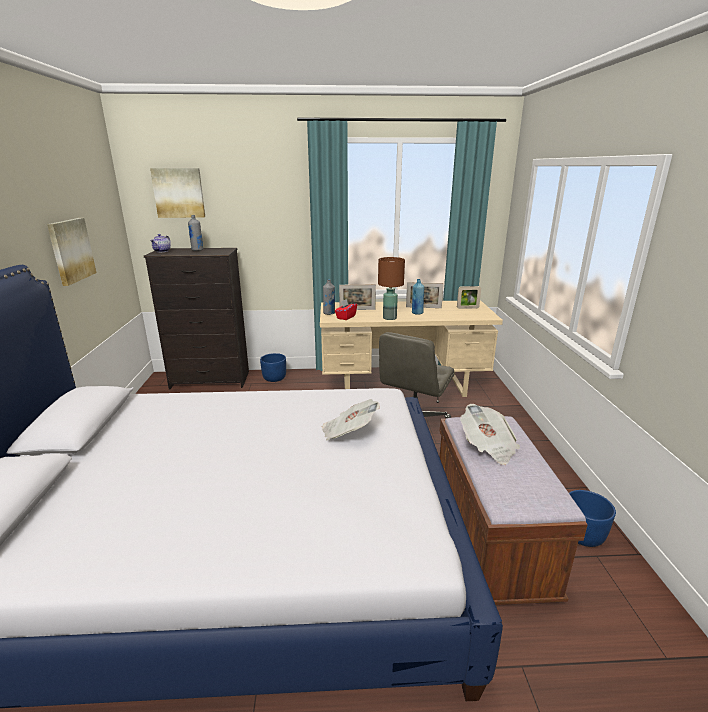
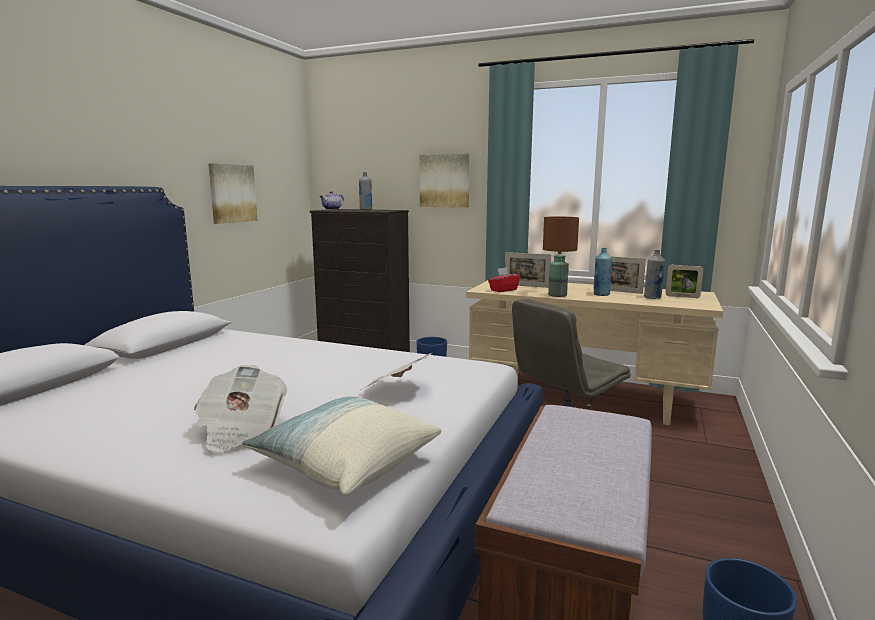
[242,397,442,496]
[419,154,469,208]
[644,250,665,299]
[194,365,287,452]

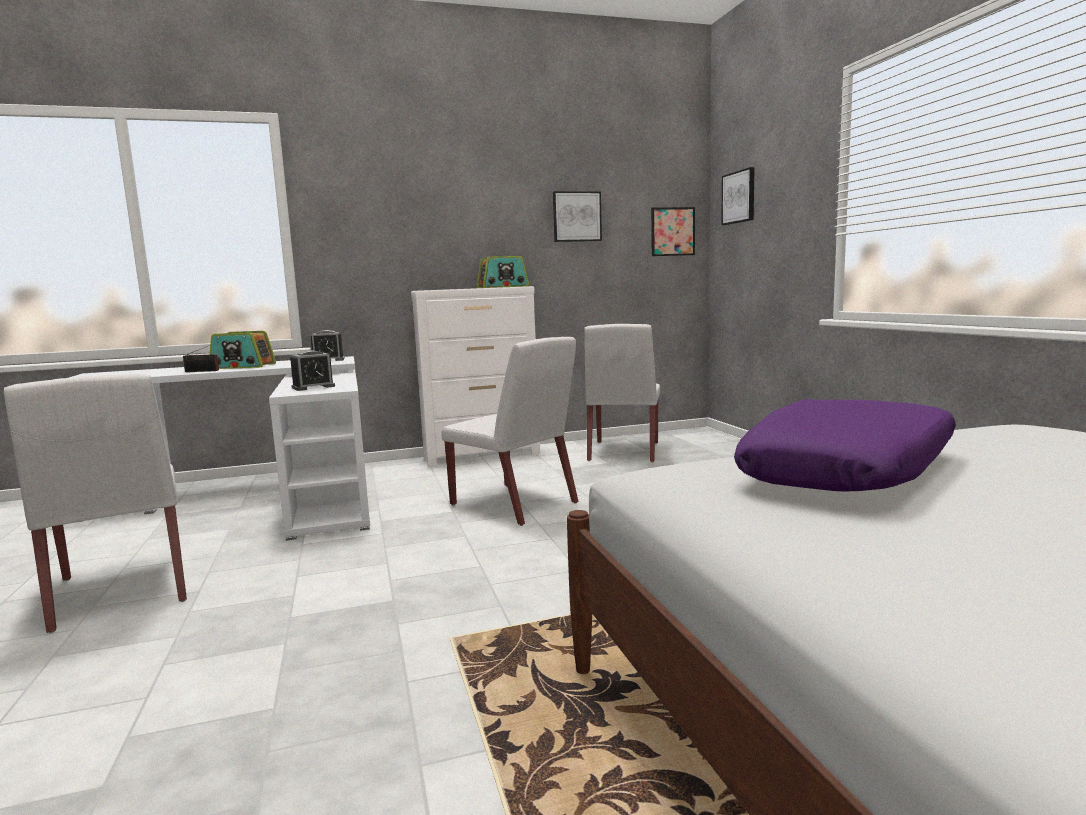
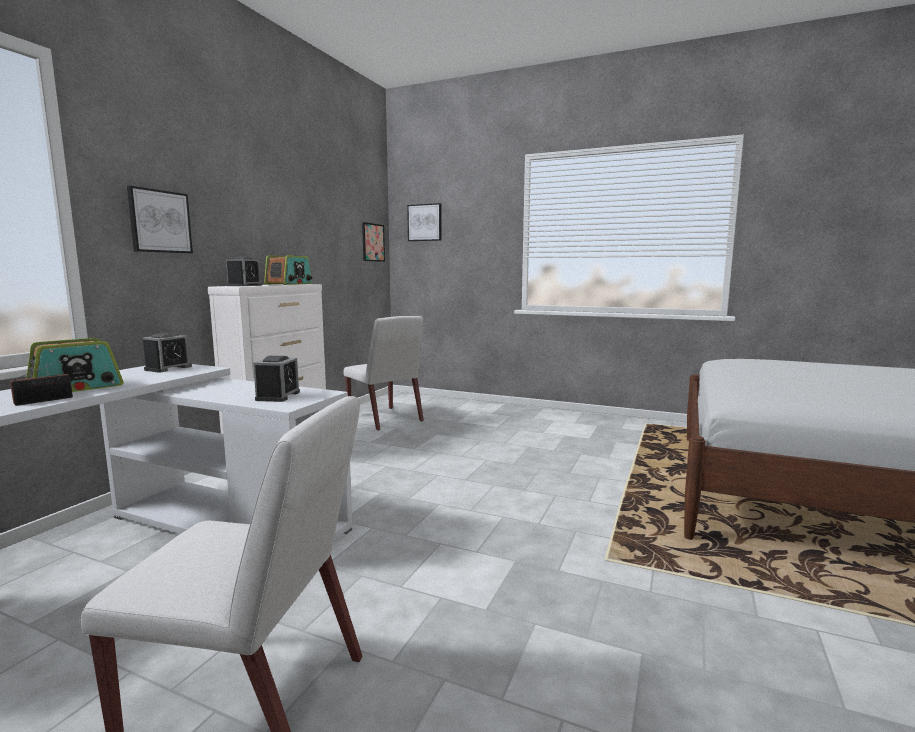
[441,337,579,526] (first image)
[734,399,956,491] (first image)
[226,257,262,286]
[127,186,193,253]

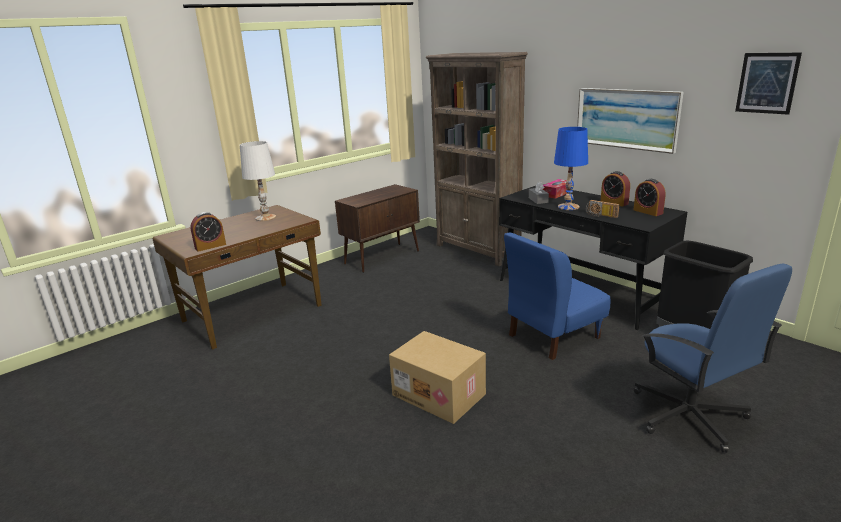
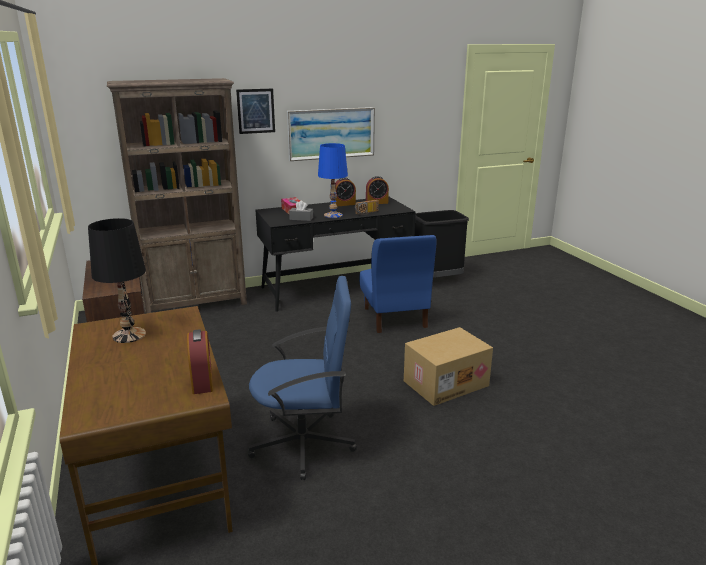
[248,276,357,480]
[236,89,275,134]
[88,218,146,343]

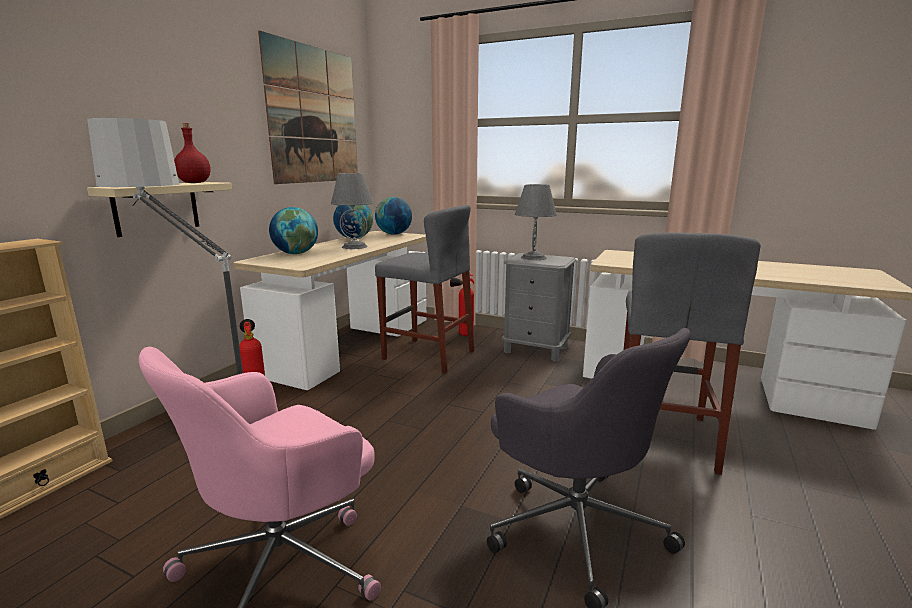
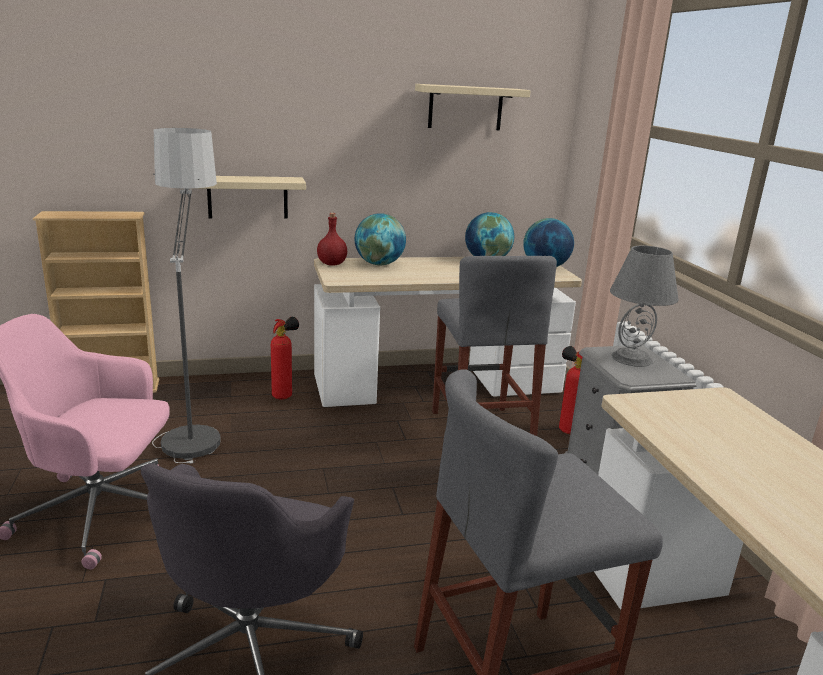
[331,173,373,249] (first image)
[317,213,347,266]
[415,84,531,130]

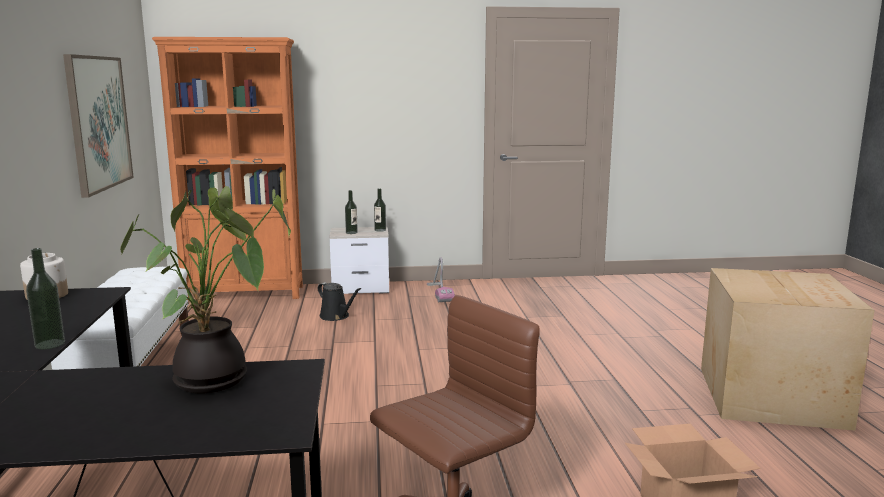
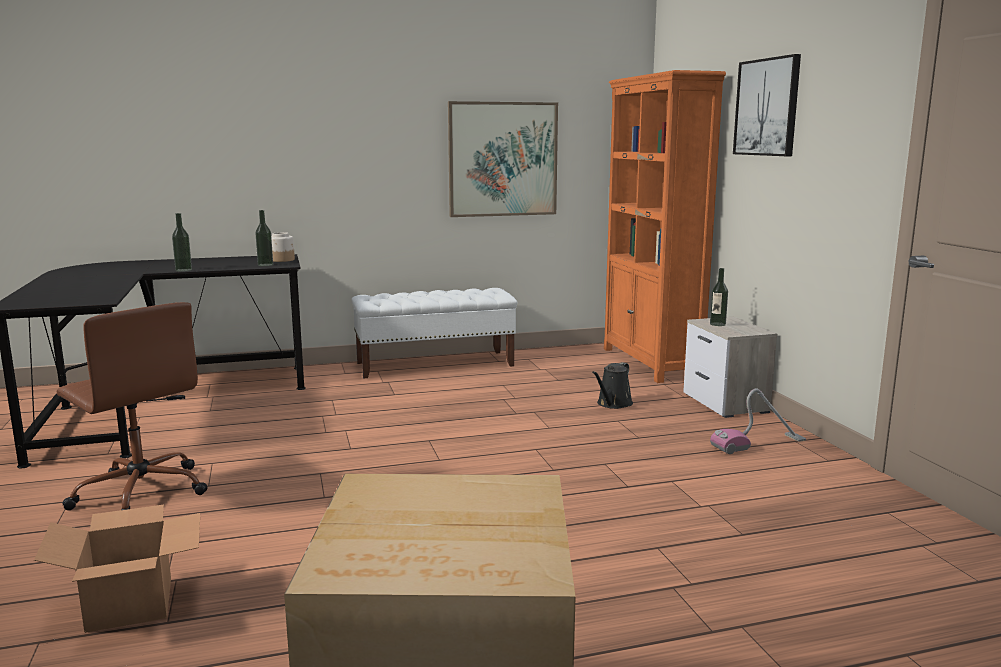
[120,186,291,393] (first image)
[733,54,801,156]
[255,210,273,266]

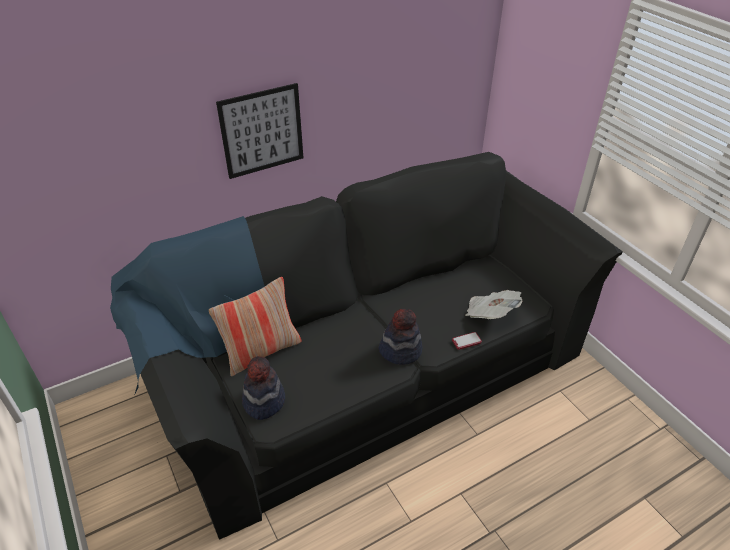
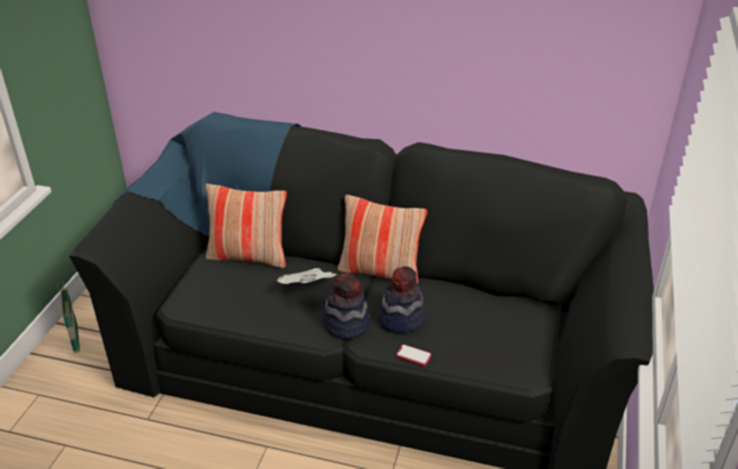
[216,83,303,179] (first image)
[57,282,80,353]
[337,195,427,283]
[378,266,425,333]
[276,268,337,284]

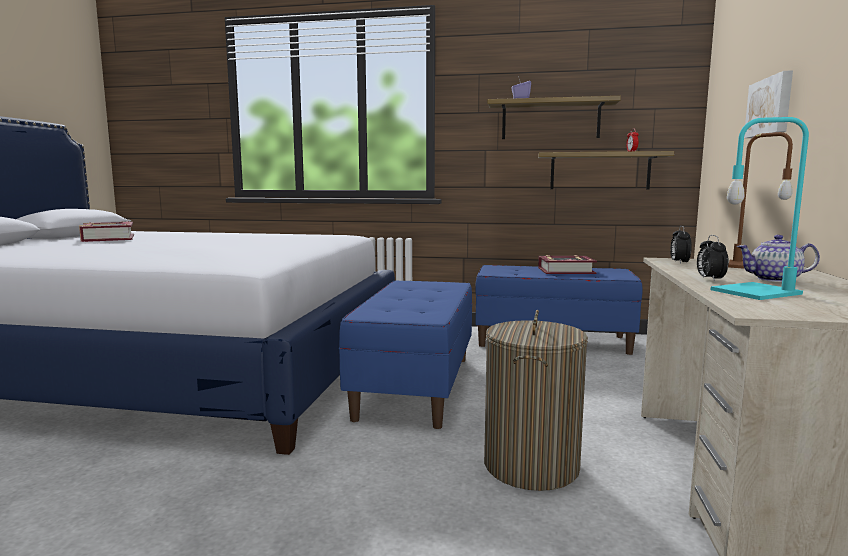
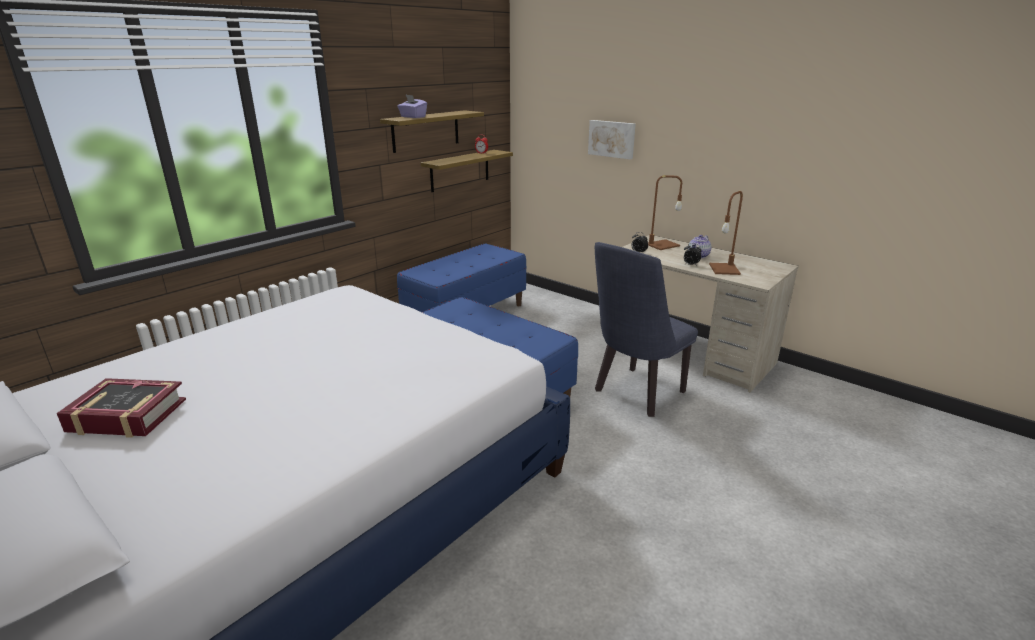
[538,255,597,274] (first image)
[595,242,698,417]
[709,191,743,275]

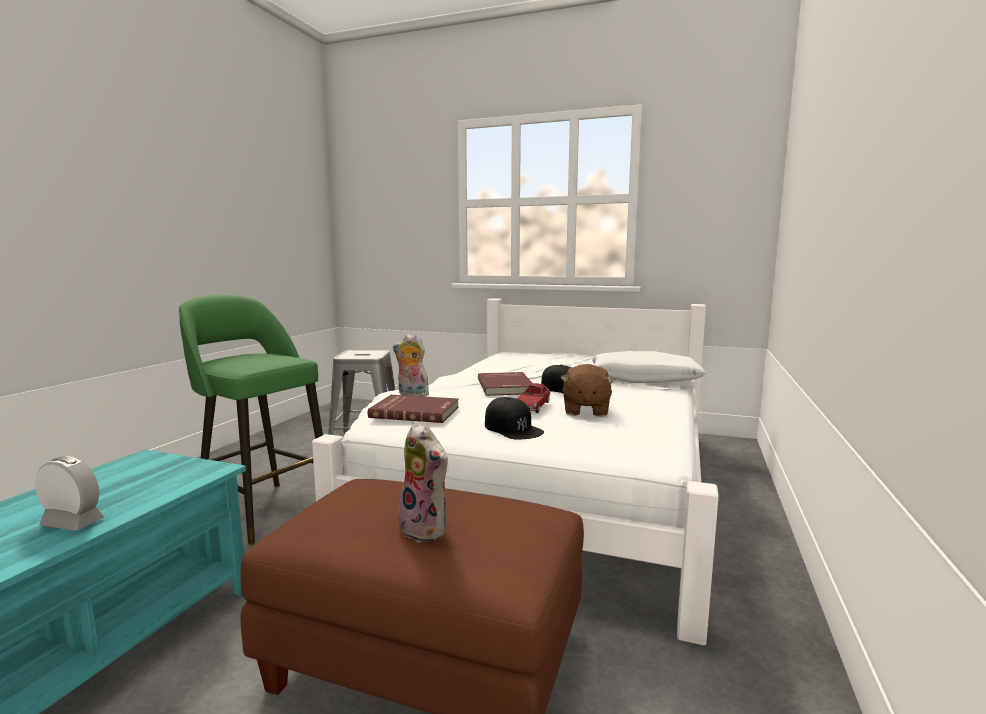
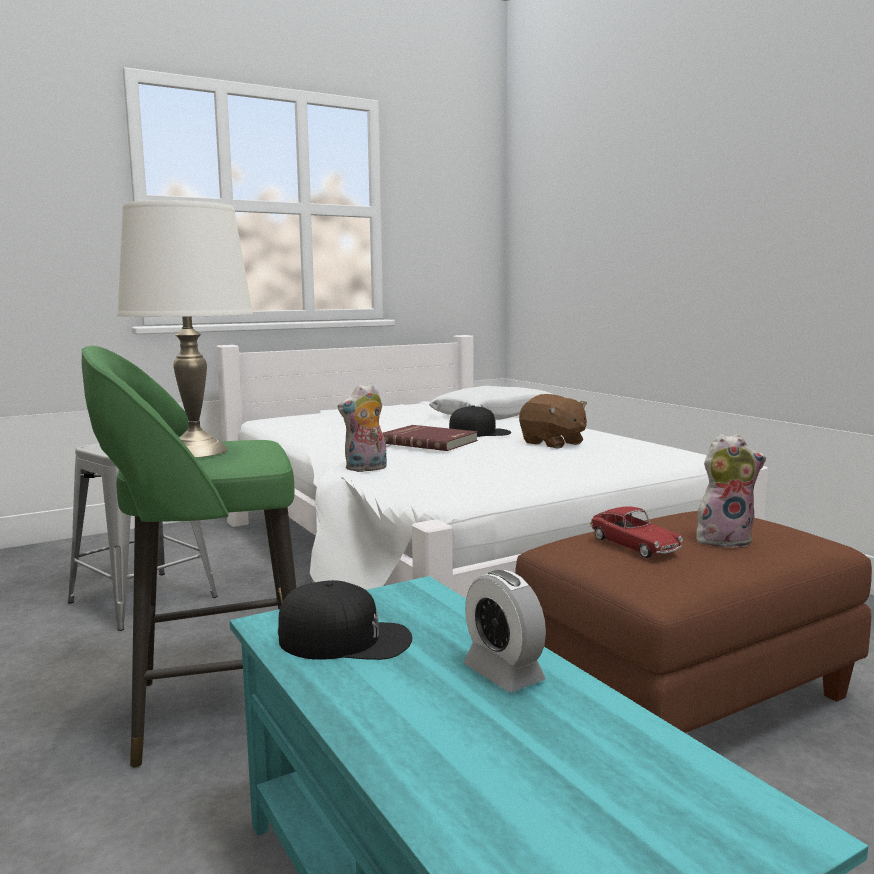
[368,395,459,423] (first image)
[117,200,253,458]
[278,580,412,660]
[590,506,683,558]
[464,570,546,692]

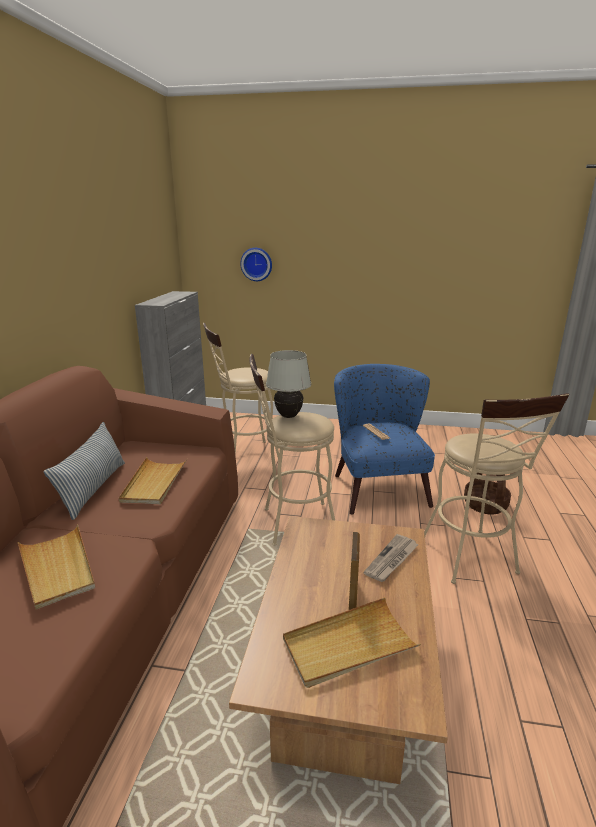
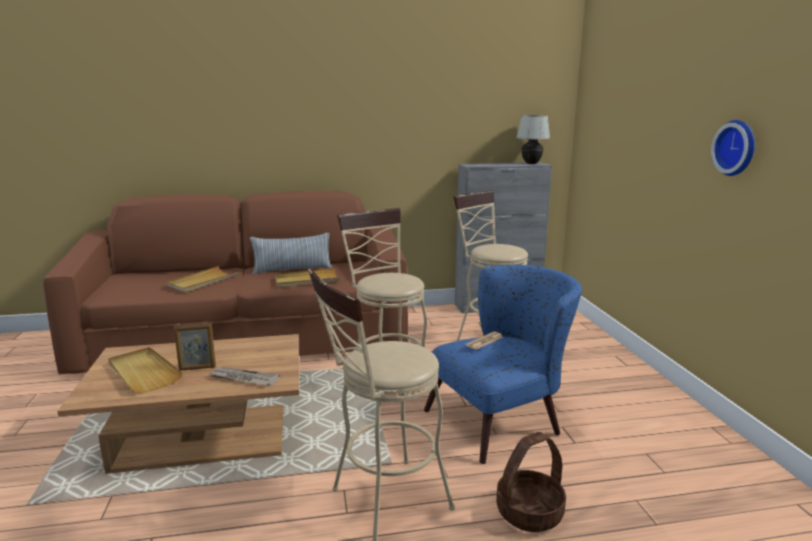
[711,120,755,176]
[516,115,550,164]

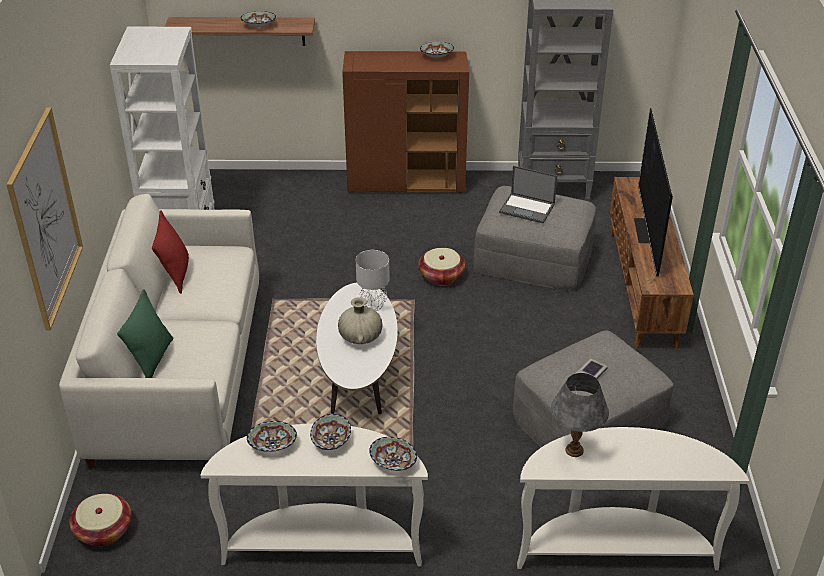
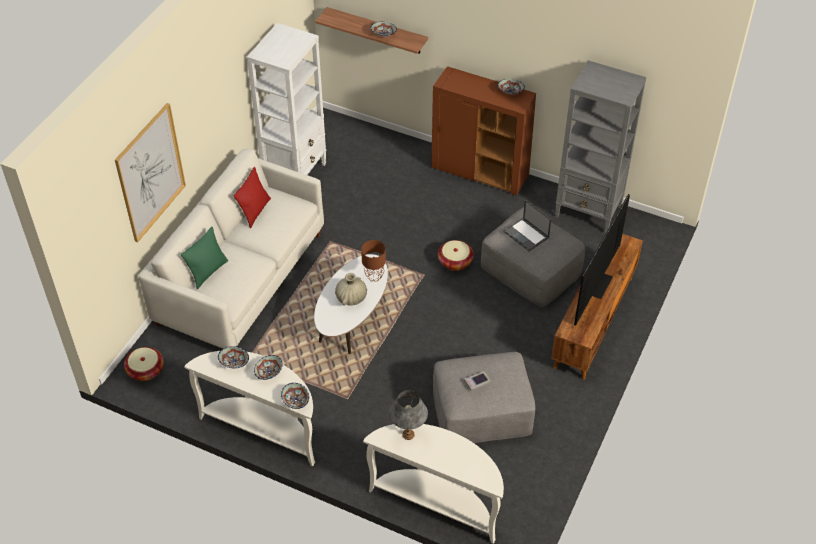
[361,240,386,282]

